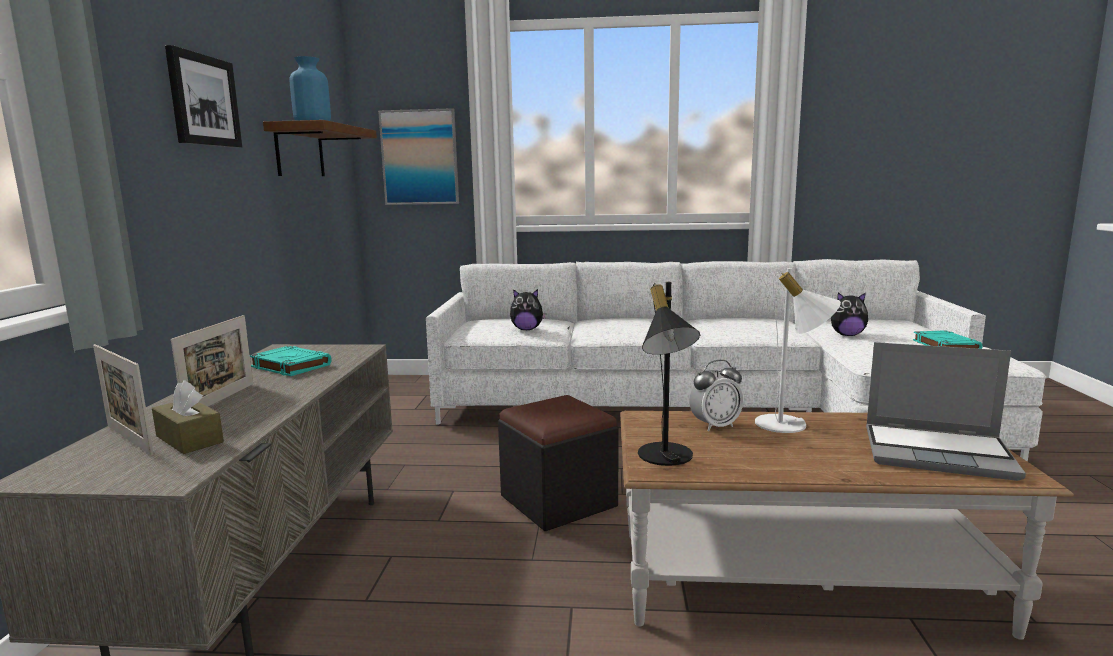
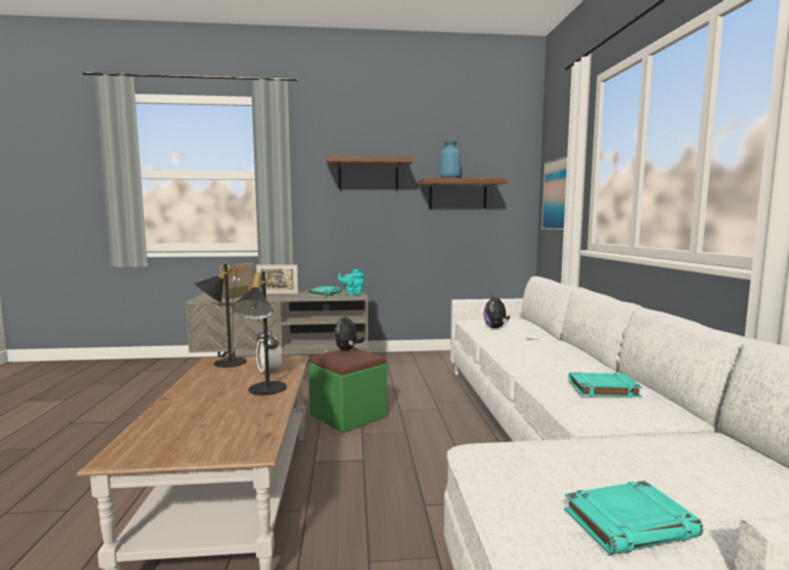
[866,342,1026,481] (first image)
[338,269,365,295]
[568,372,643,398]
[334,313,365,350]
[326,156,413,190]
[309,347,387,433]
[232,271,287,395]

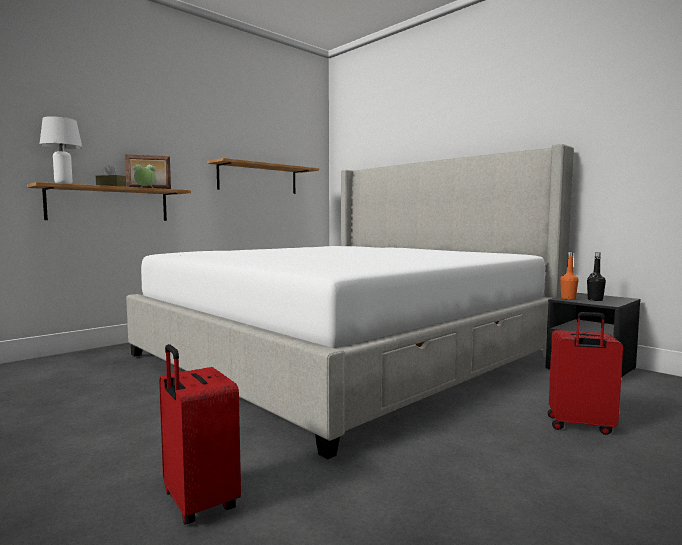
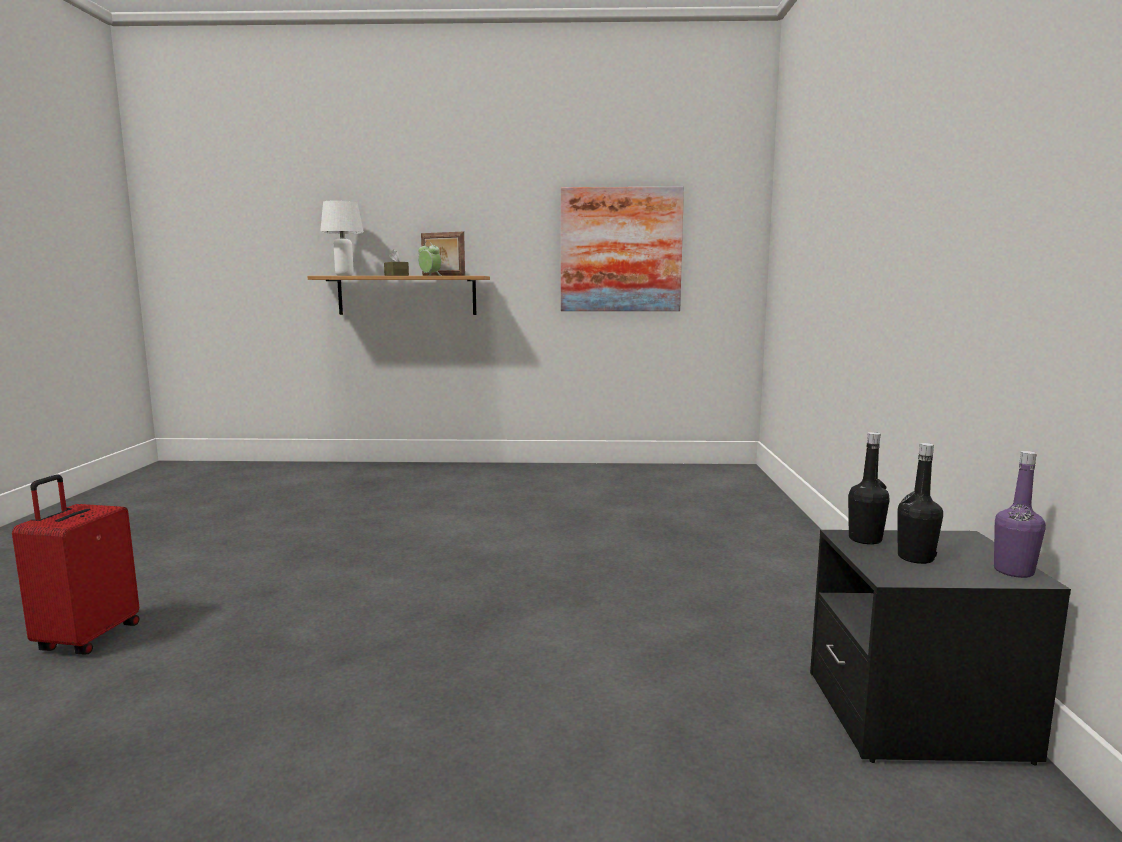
[126,144,574,459] (first image)
[548,312,623,435] (first image)
[994,451,1046,578]
[561,187,684,311]
[848,432,890,545]

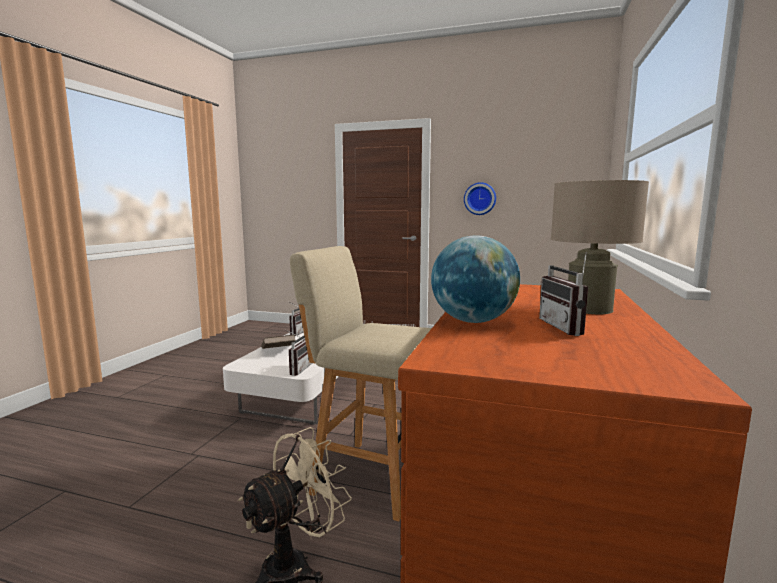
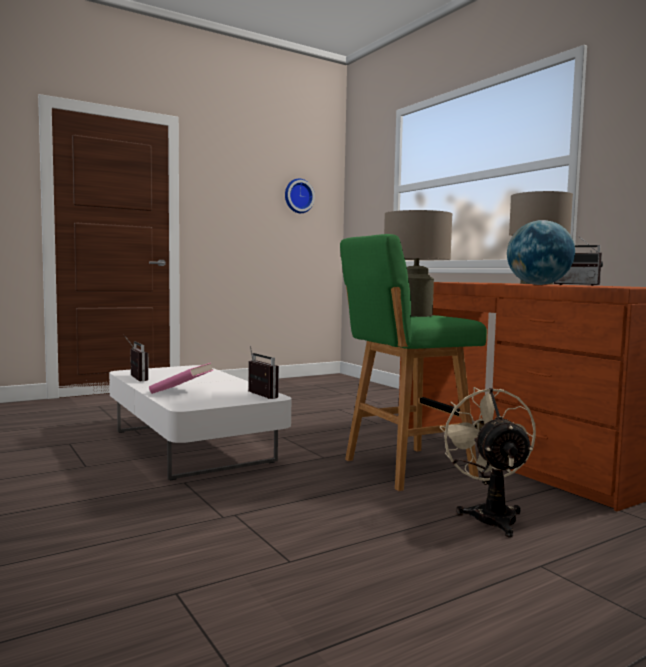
[384,210,452,317]
[285,179,315,213]
[149,363,213,394]
[340,234,487,491]

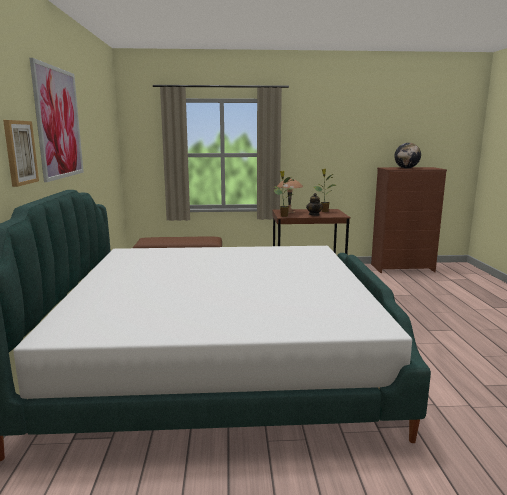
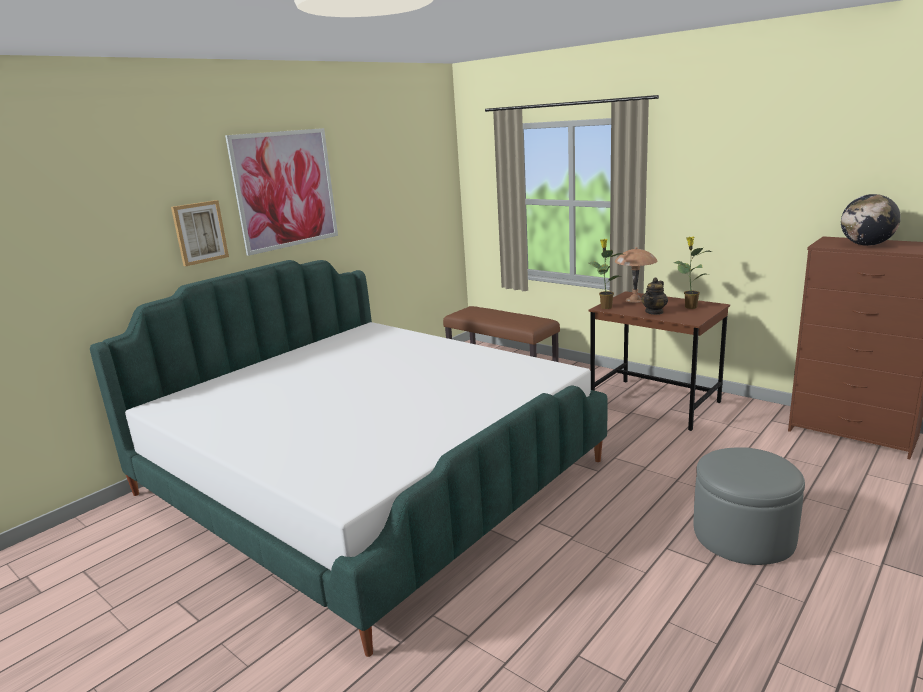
[693,447,805,565]

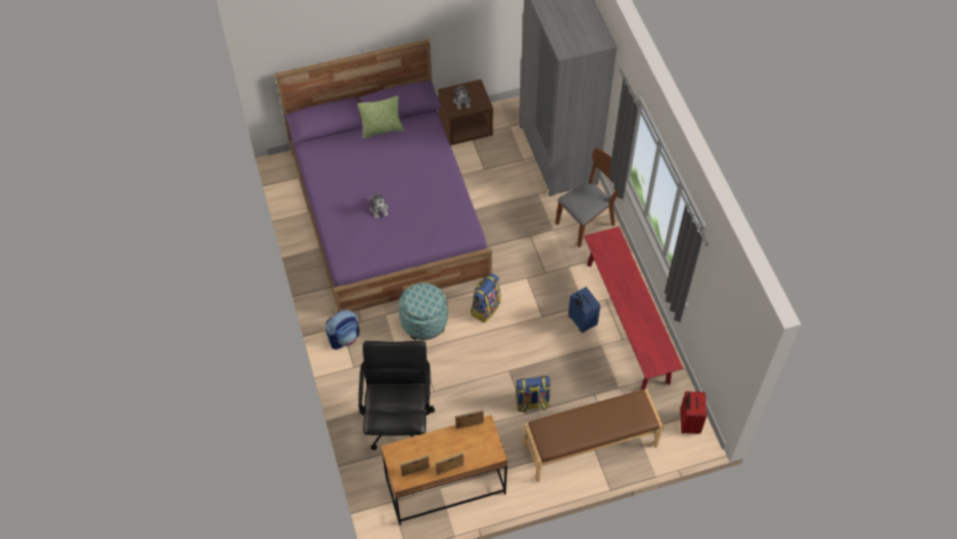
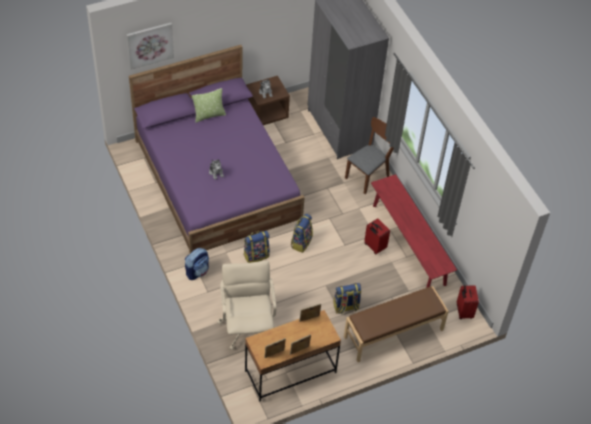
[126,23,174,70]
[244,231,270,263]
[217,261,276,350]
[364,218,390,254]

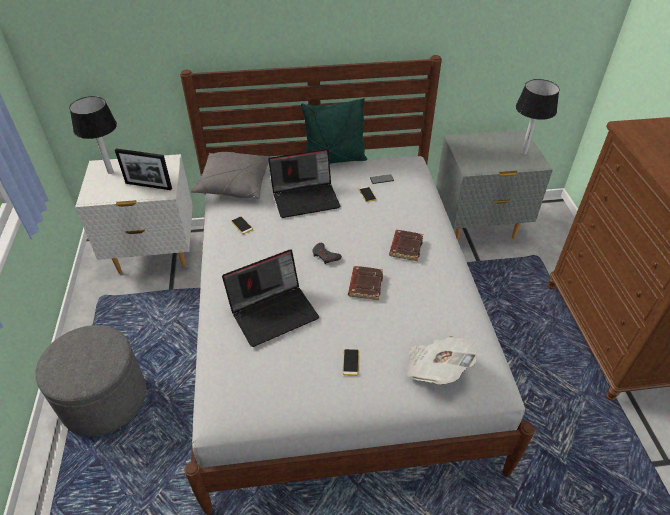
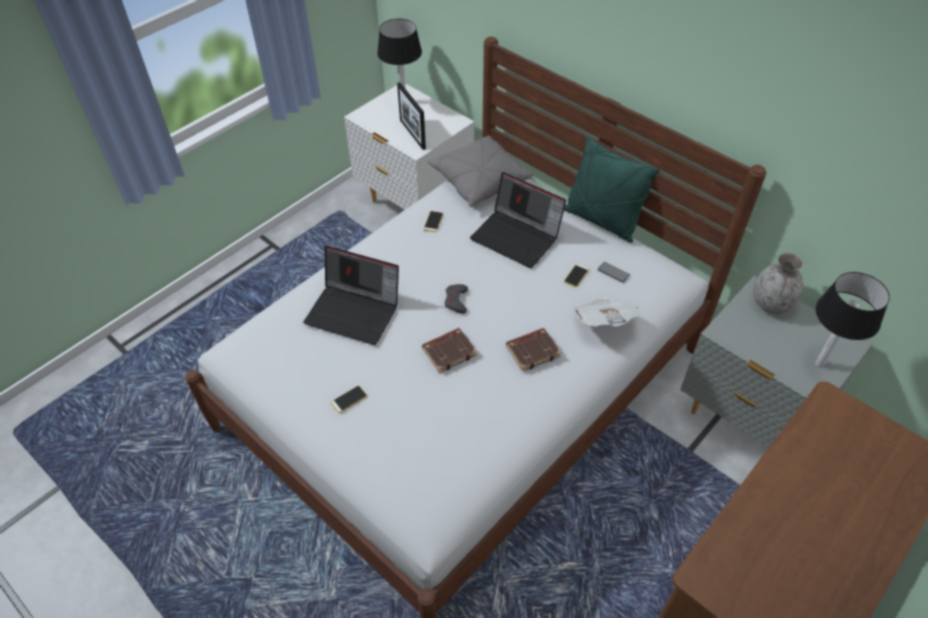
[35,325,146,436] (first image)
[753,252,804,314]
[574,296,641,327]

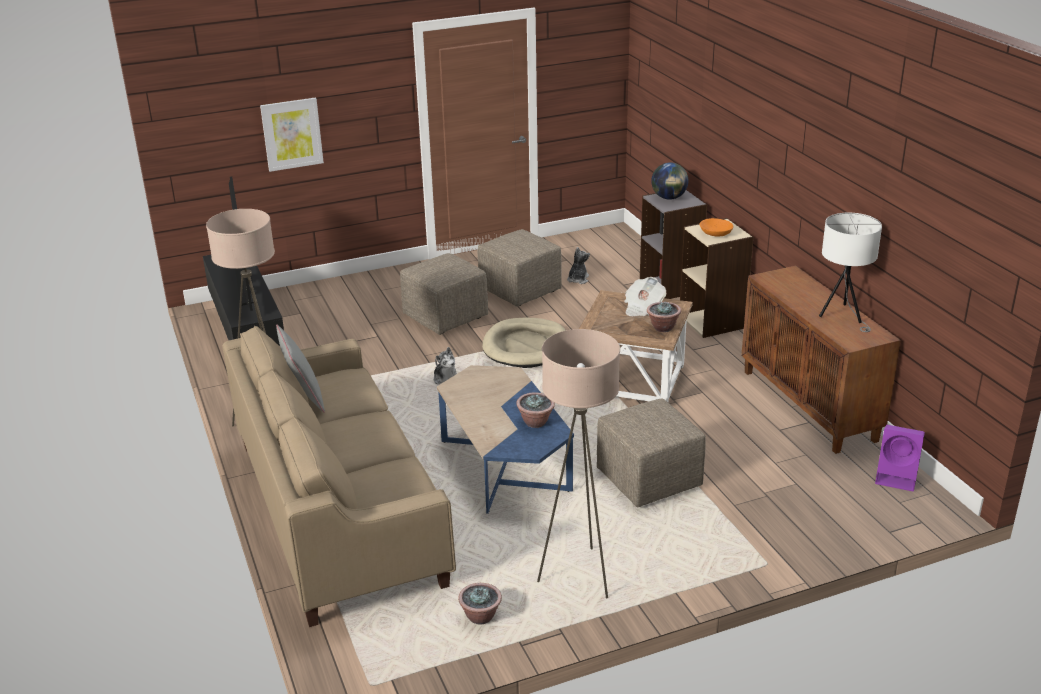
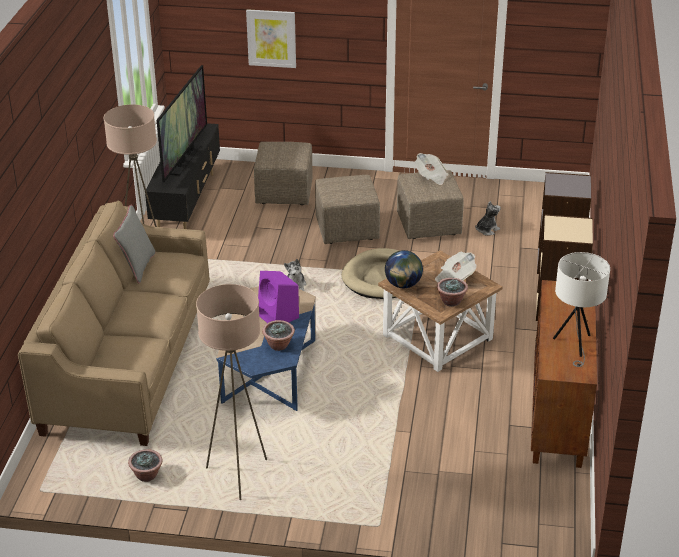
[700,218,733,237] (first image)
[415,153,449,185]
[254,142,313,205]
[385,250,423,288]
[258,271,299,323]

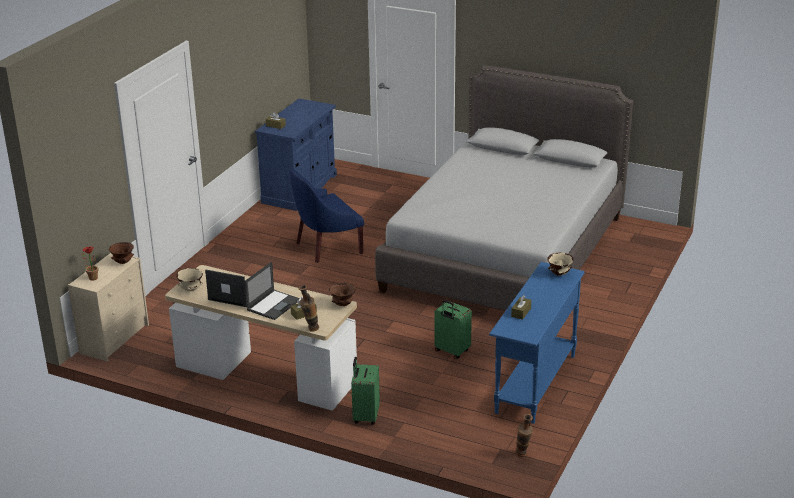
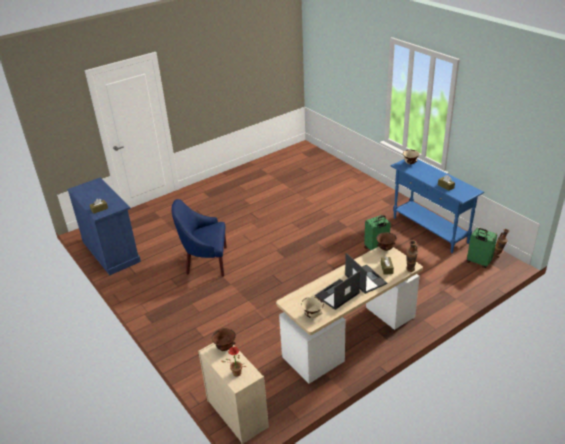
[375,65,633,311] (first image)
[467,228,497,268]
[171,199,227,277]

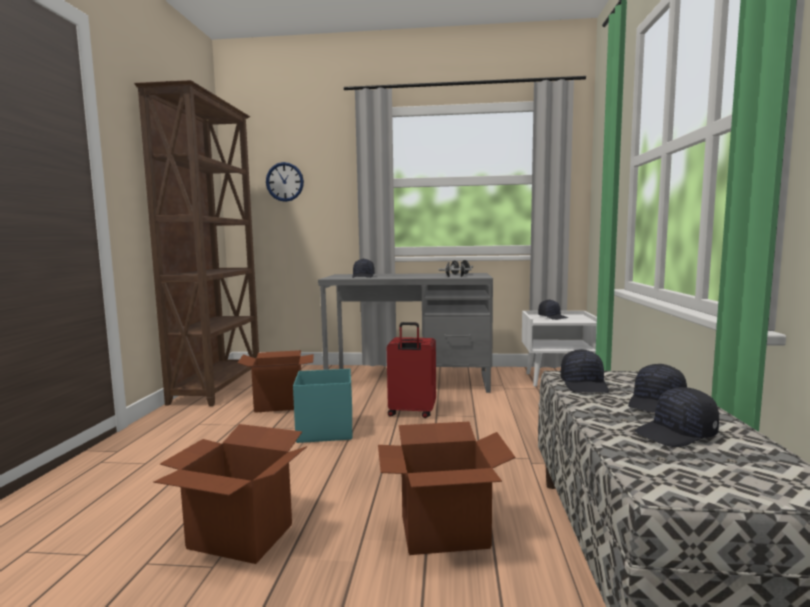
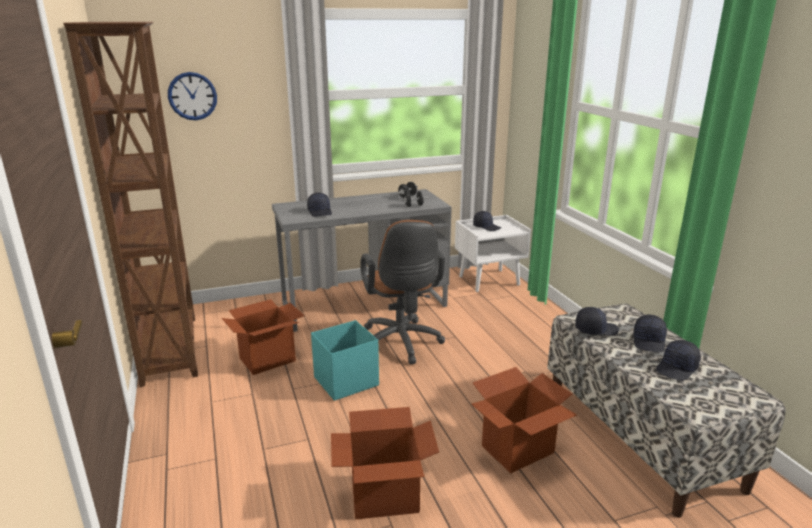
[360,220,445,364]
[575,307,619,336]

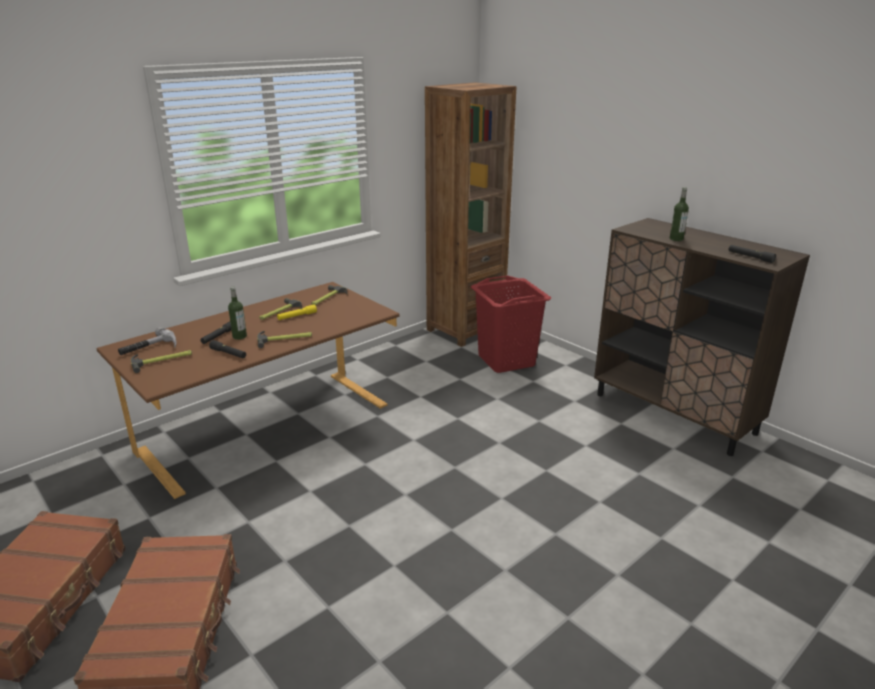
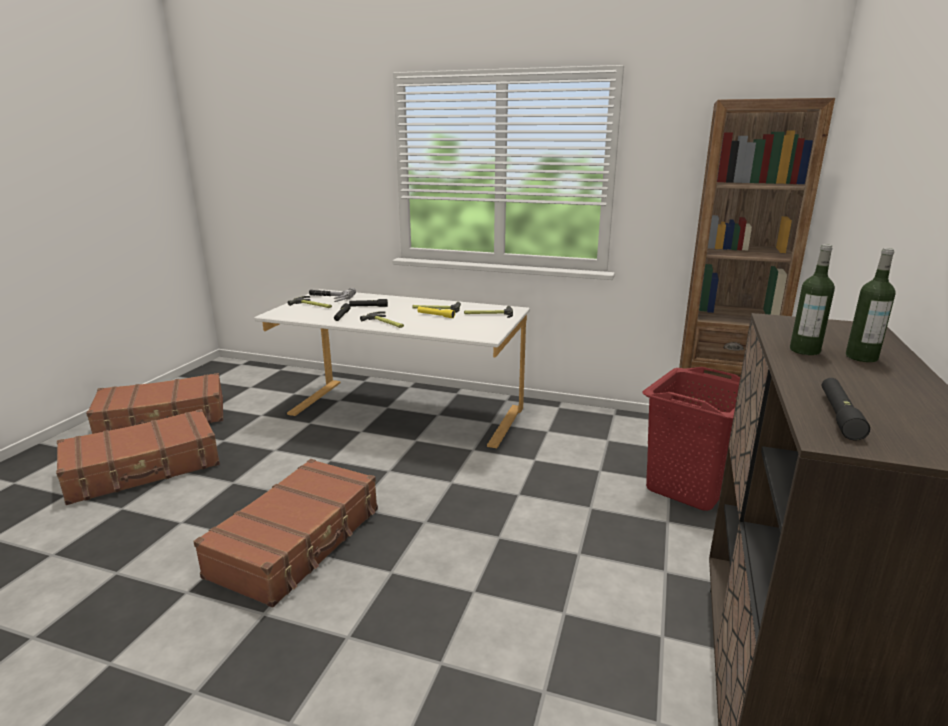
[193,459,378,608]
[846,248,896,362]
[254,289,530,448]

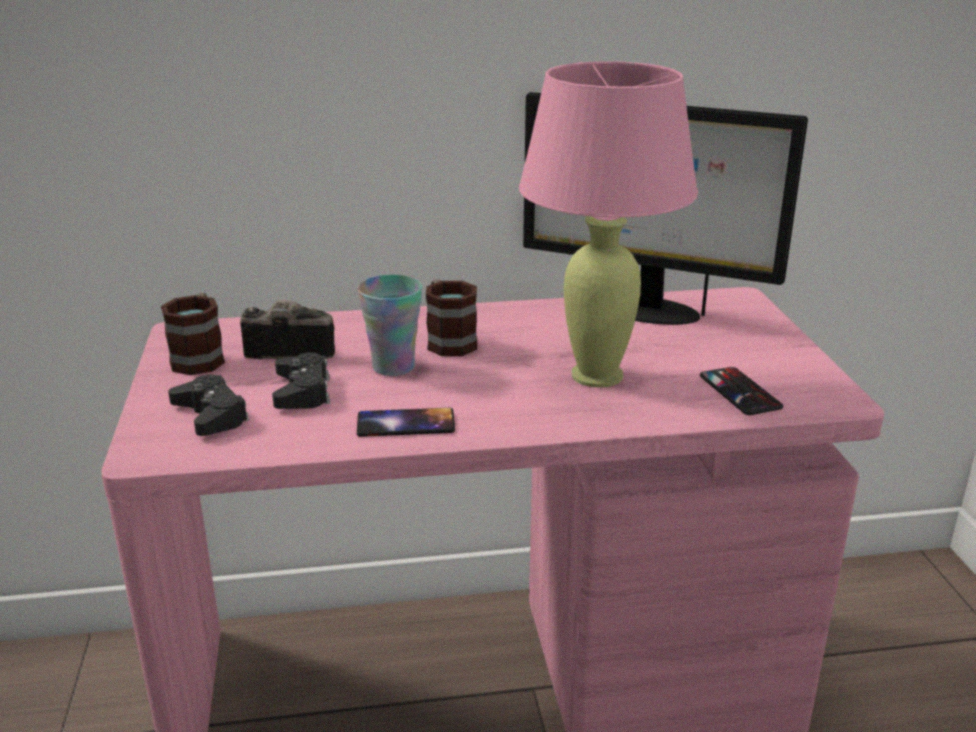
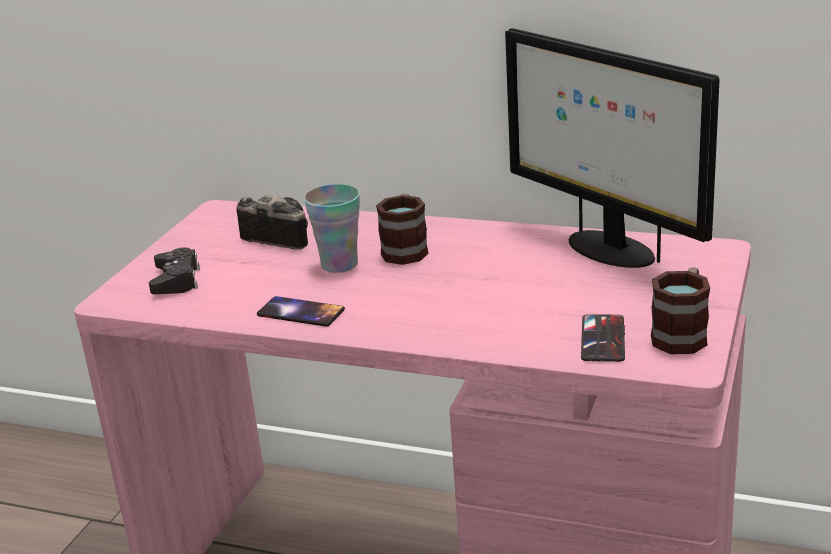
[272,352,330,409] (first image)
[519,61,698,387] (first image)
[651,268,710,354]

